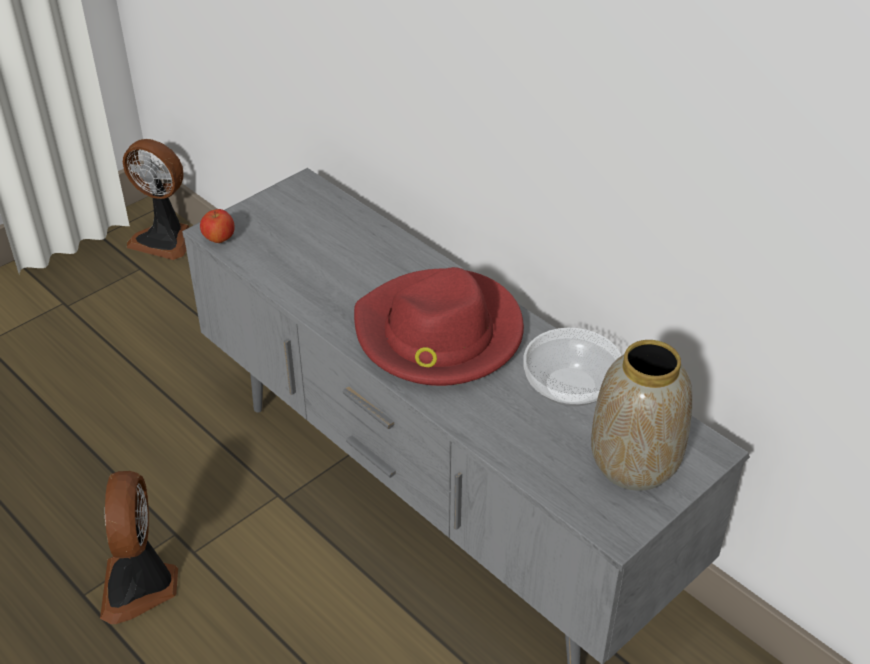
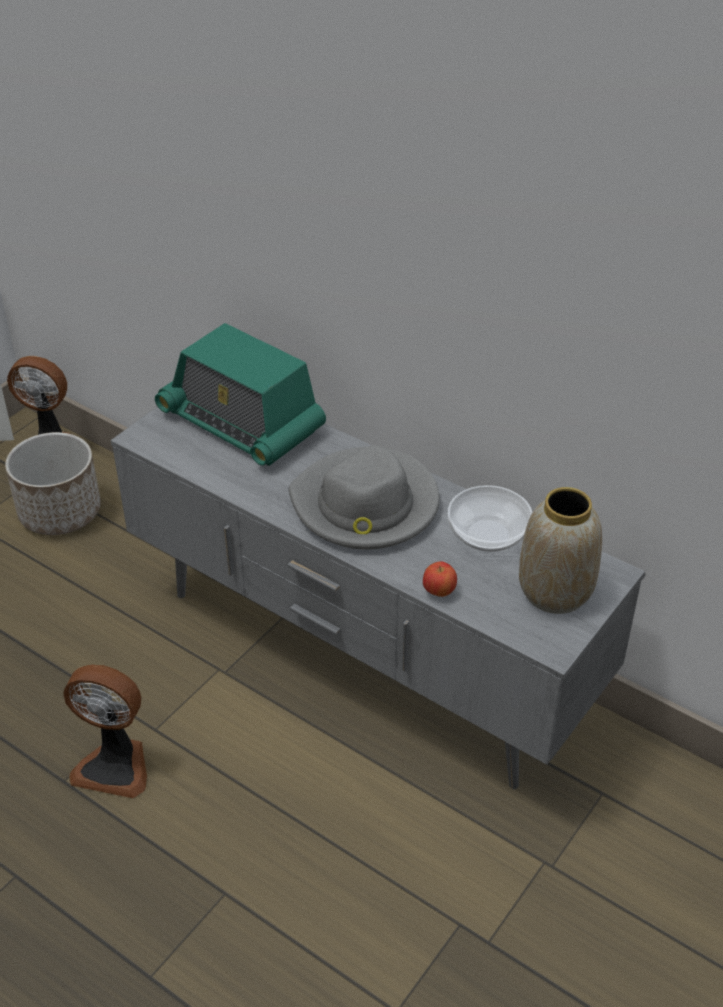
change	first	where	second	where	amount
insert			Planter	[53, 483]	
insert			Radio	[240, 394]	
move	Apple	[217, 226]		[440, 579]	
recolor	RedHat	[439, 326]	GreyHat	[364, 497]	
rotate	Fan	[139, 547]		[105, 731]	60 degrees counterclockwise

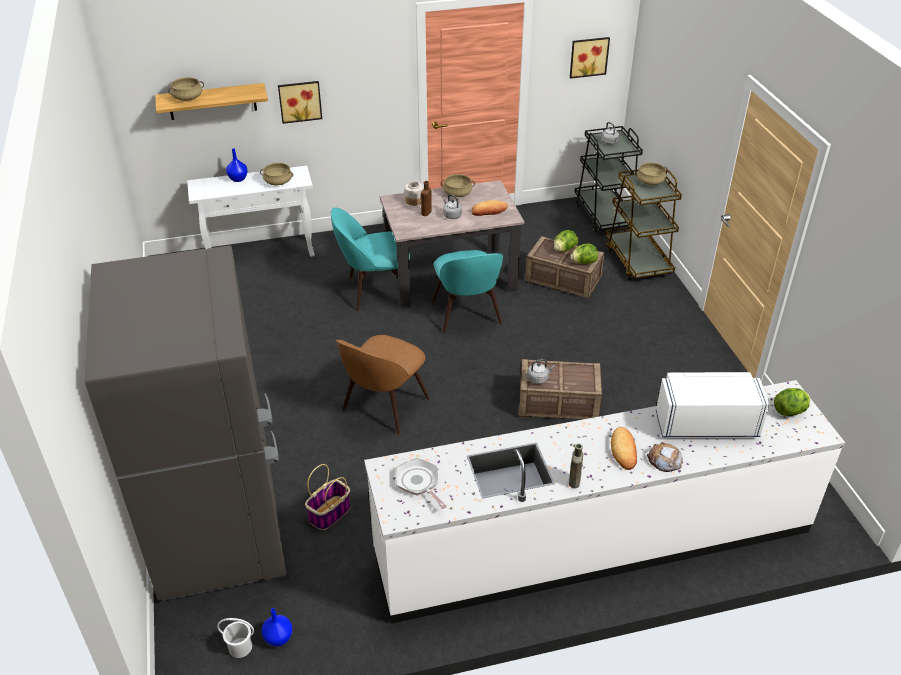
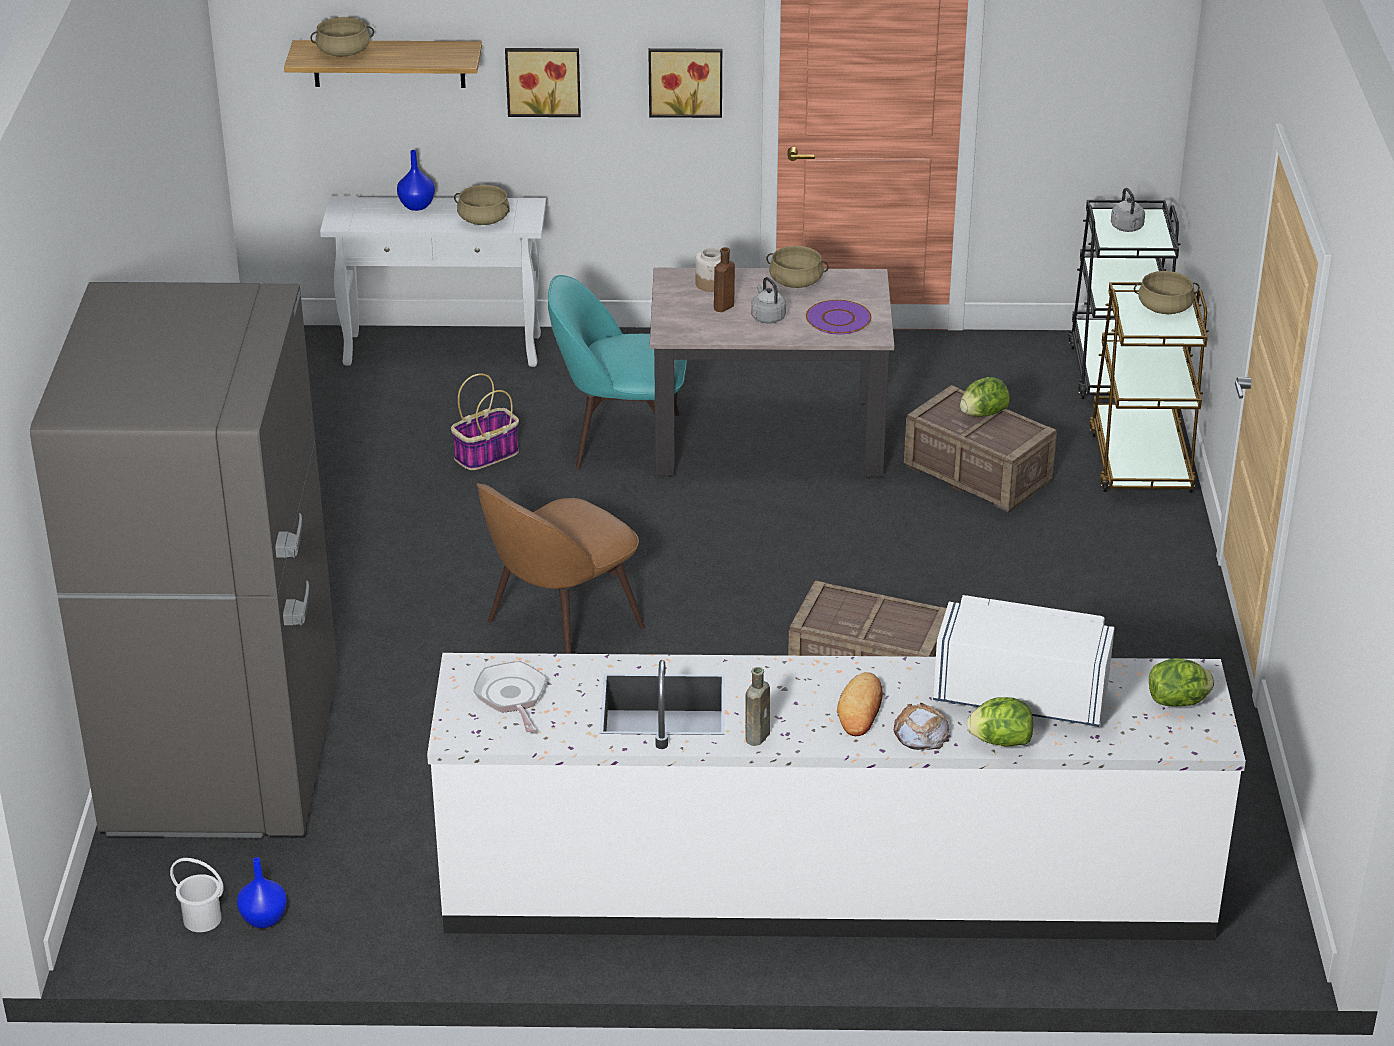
change	first	where	second	where	amount
delete	TurquoiseChair	[467, 291]			
delete	GreyKettle	[541, 371]			
move	Basket	[328, 497]		[485, 422]	
move	Picture	[590, 58]		[685, 83]	
move	Lettuce	[584, 253]		[1000, 721]	
replace	Bread	[490, 208]	PurplePlate	[839, 317]	

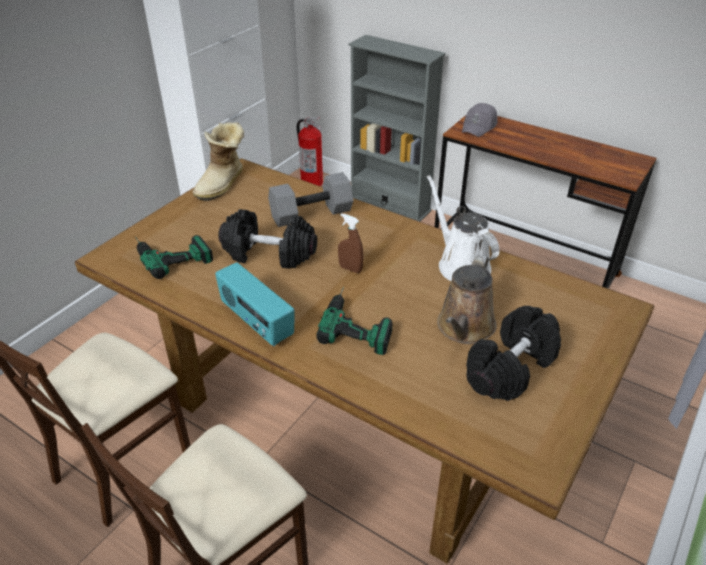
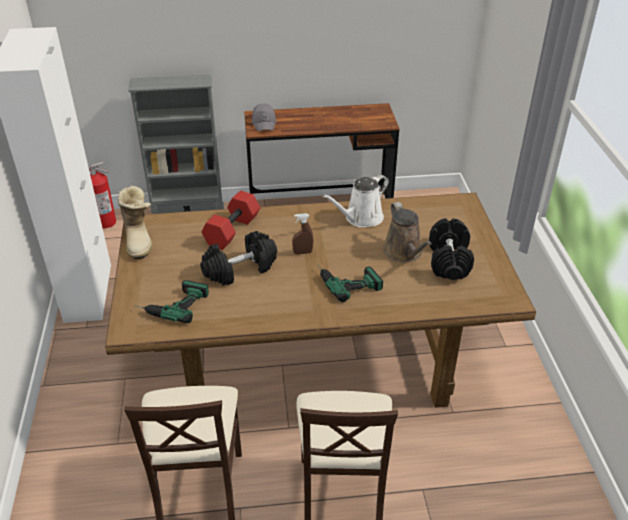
change	first	where	second	where	amount
delete	Radio	[255, 304]			
recolor	GreyDumbbell	[311, 199]	RedDumbbell	[230, 220]	
rotate	WhiteWateringCan	[463, 228]		[355, 201]	60 degrees counterclockwise

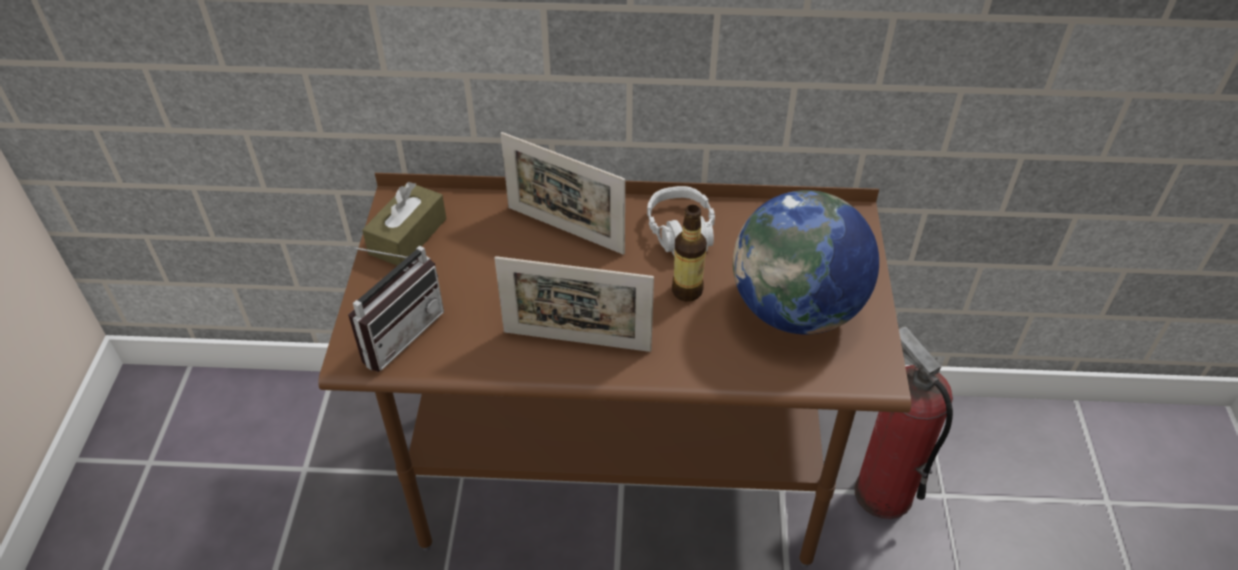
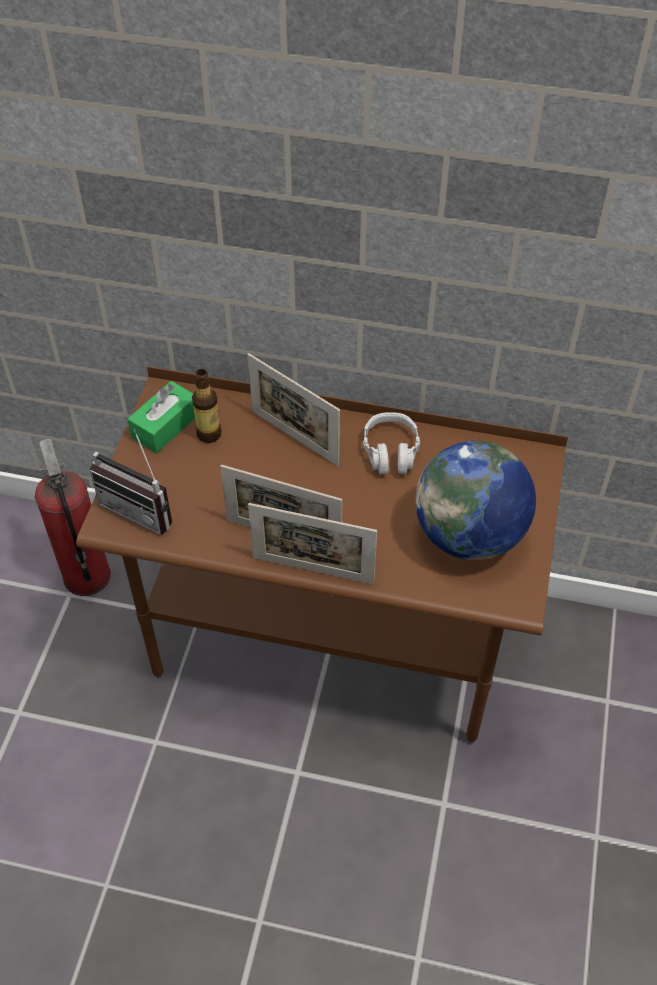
change	first	where	second	where	amount
insert			PictureFrame	[312, 543]	
move	Bottle	[689, 253]		[206, 406]	
move	FireExtinguisher	[903, 422]		[73, 517]	
recolor	BrownTissueBox	[404, 224]	GreenTissueBox	[161, 417]	
rotate	Radio	[395, 308]		[131, 481]	75 degrees clockwise

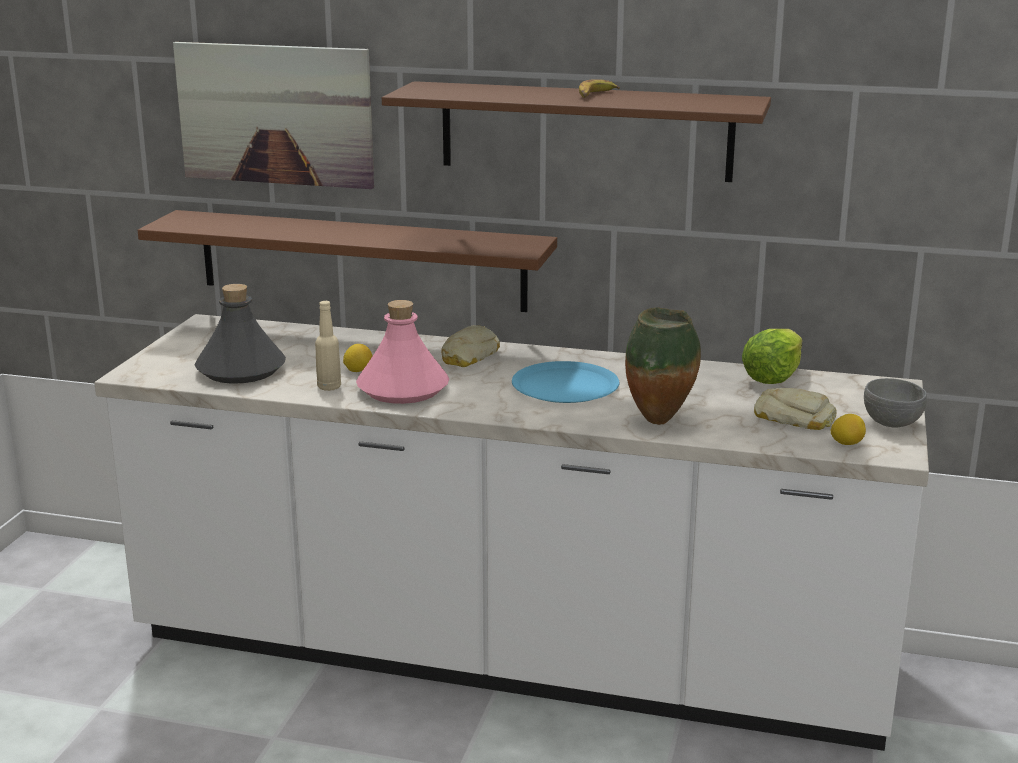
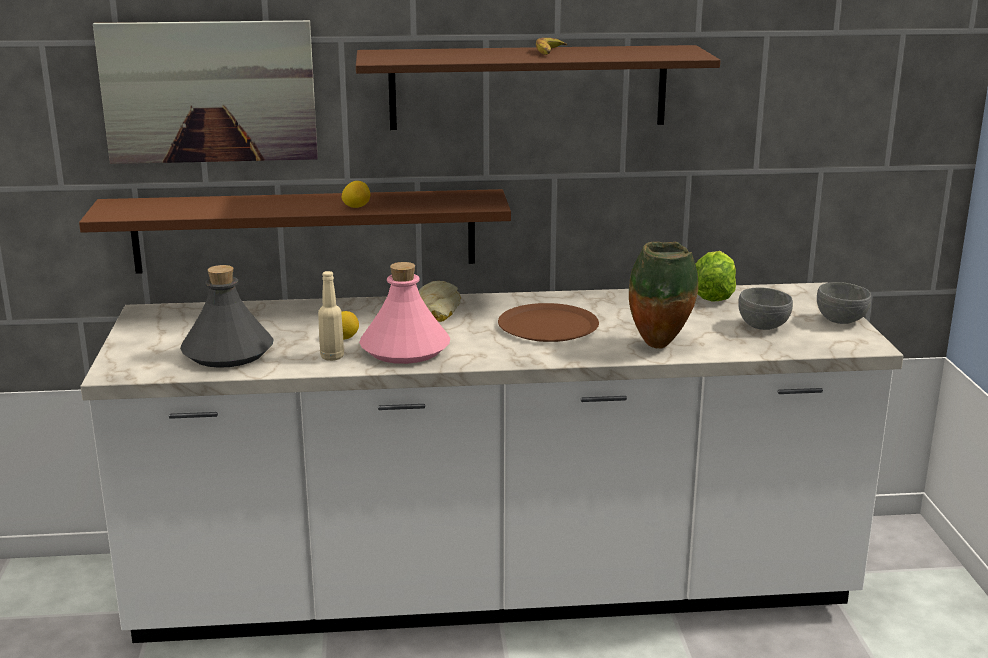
change	first	where	second	where	amount
move	Lemon	[848, 429]		[356, 194]	
replace	Bread	[795, 409]	GreyBowl	[765, 308]	
recolor	BluePlate	[566, 382]	BrownPlate	[548, 322]	

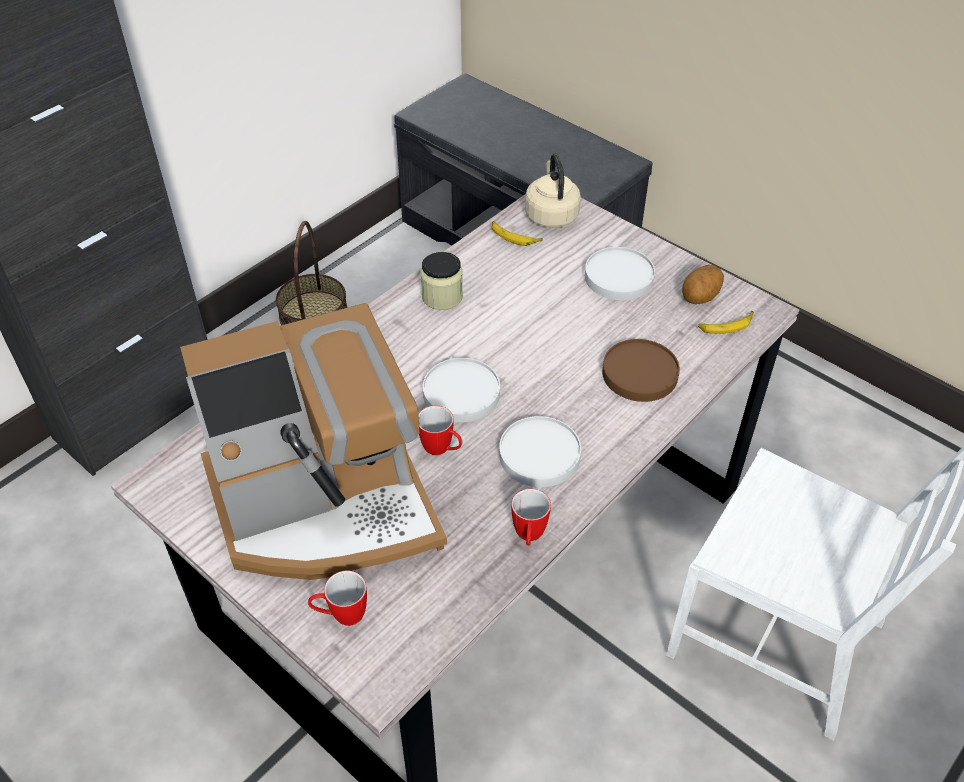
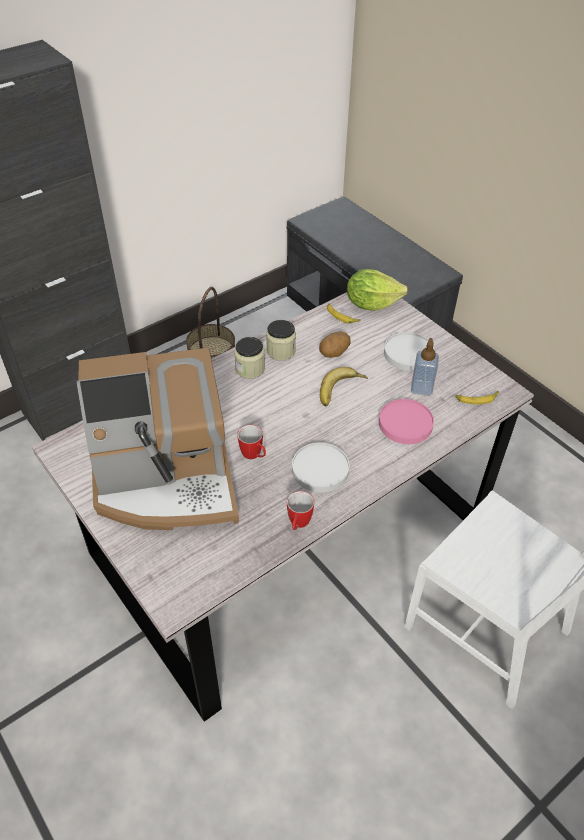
change	first	where	second	where	amount
delete	Mug	[337, 598]			
delete	WhitePlate	[461, 390]			
insert			Jar	[249, 358]	
insert			Banana	[344, 386]	
insert			SoapDispenser	[425, 367]	
move	Potato	[703, 284]		[335, 344]	
replace	BeigeKettle	[553, 191]	Lettuce	[377, 290]	
recolor	BrownPlate	[641, 370]	PinkPlate	[406, 421]	

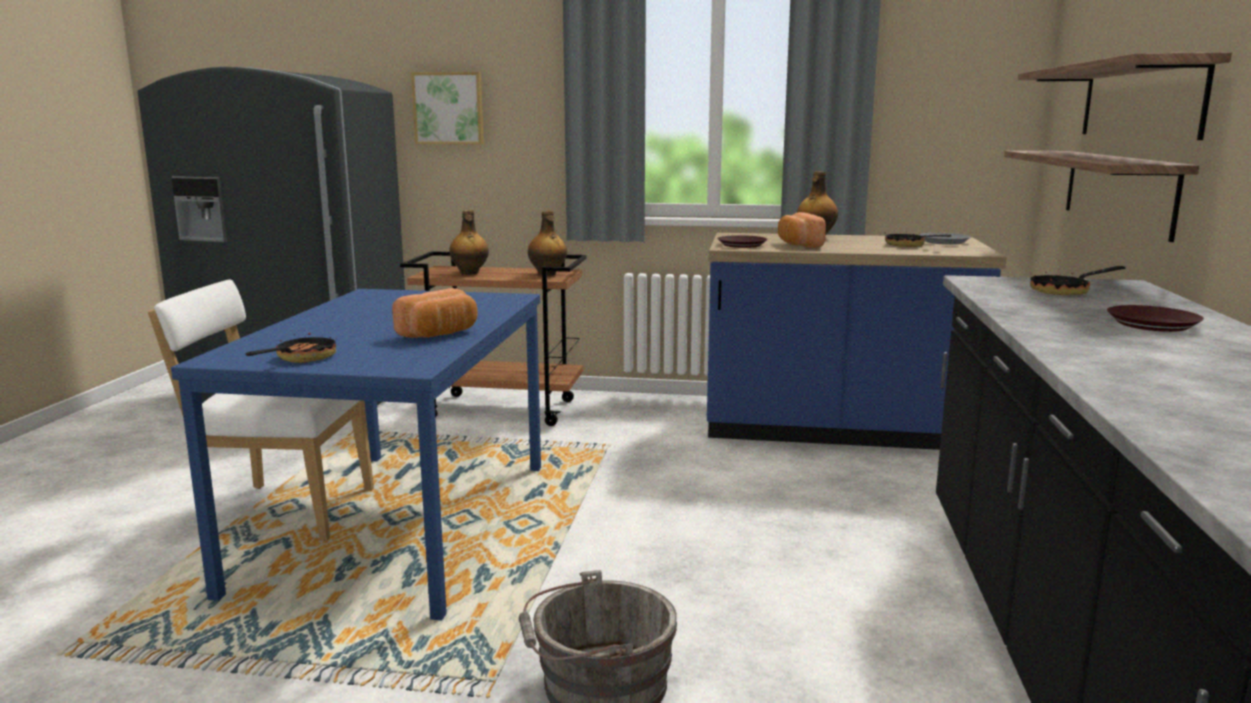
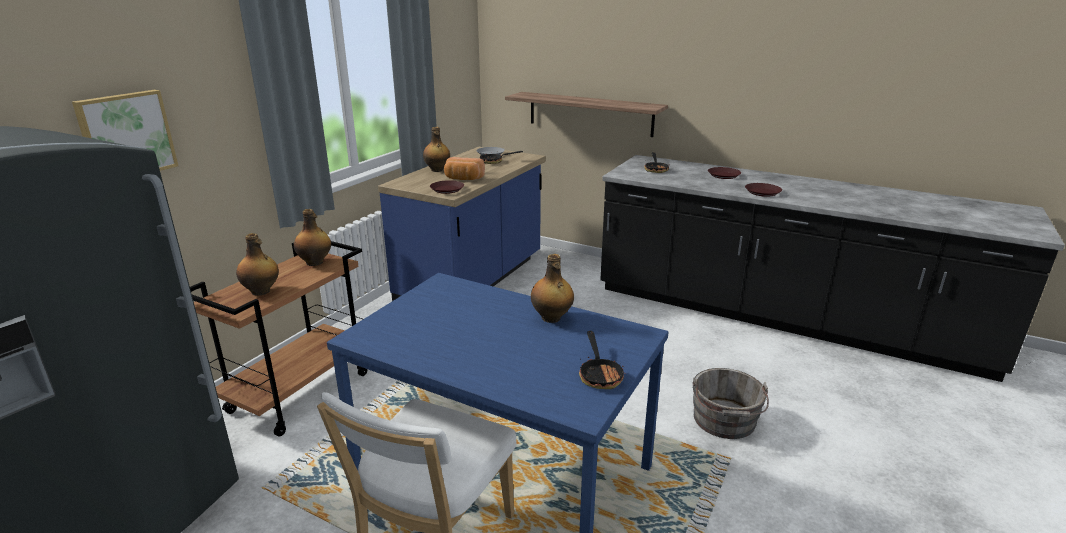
change	first	where	second	where	amount
delete	Shelf	[1125, 96]			
insert			BrownPlate	[763, 190]	
replace	Bread	[435, 313]	Bottle	[552, 288]	
rotate	FryingPan	[291, 347]		[602, 360]	135 degrees counterclockwise

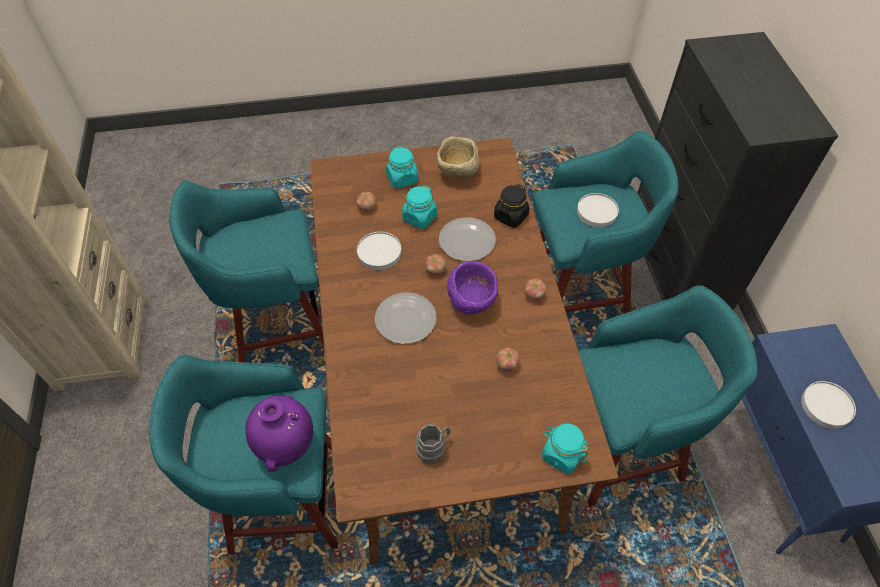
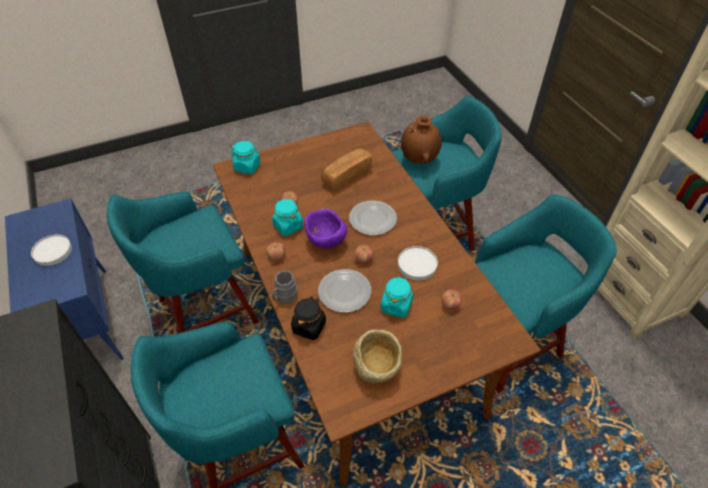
change	first	where	second	where	amount
delete	WhitePlate	[598, 210]			
insert			Bread	[346, 169]	
move	TurquoiseJar	[402, 167]		[287, 217]	
move	GreyMug	[433, 444]		[284, 287]	
recolor	PurpleVase	[279, 433]	BrownVase	[421, 139]	

